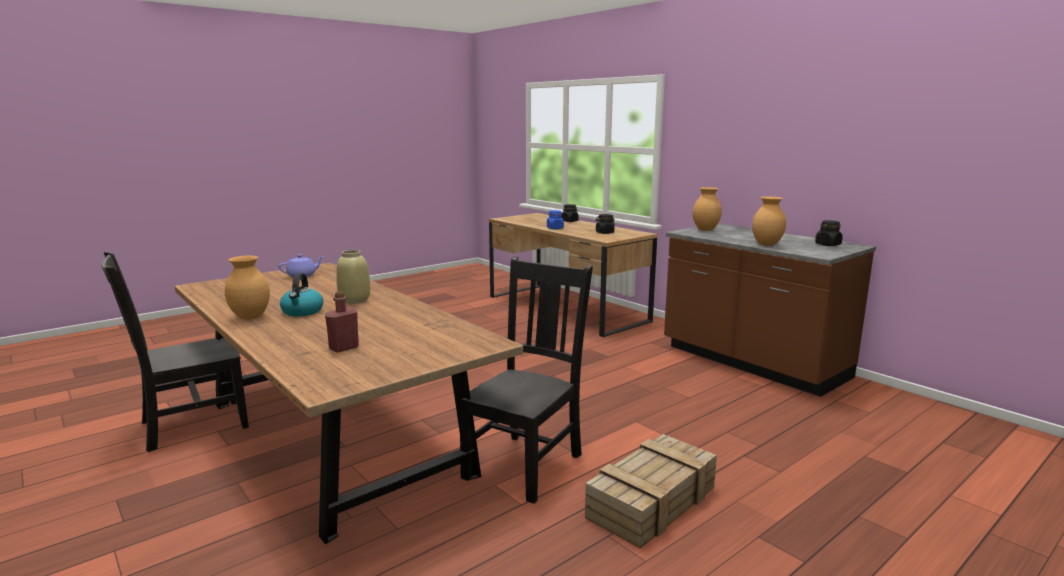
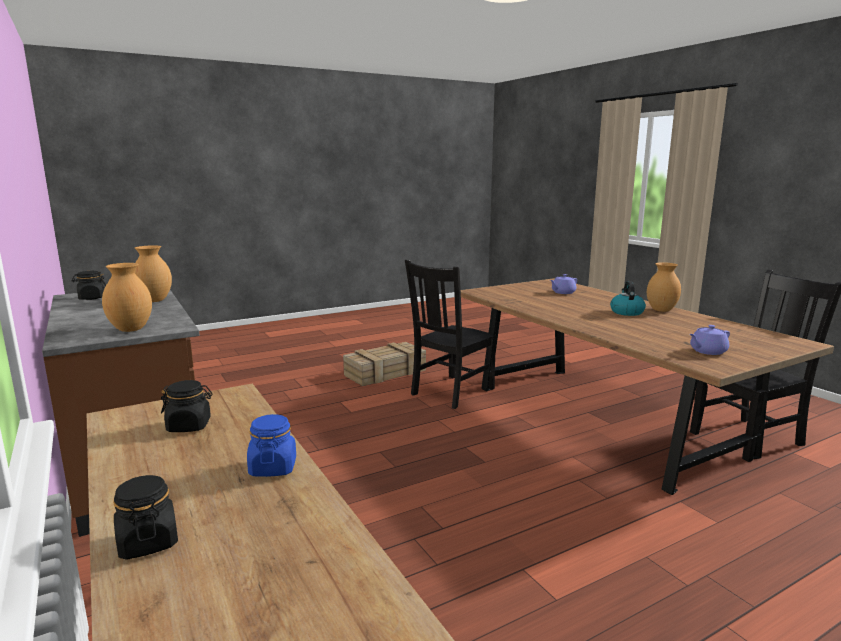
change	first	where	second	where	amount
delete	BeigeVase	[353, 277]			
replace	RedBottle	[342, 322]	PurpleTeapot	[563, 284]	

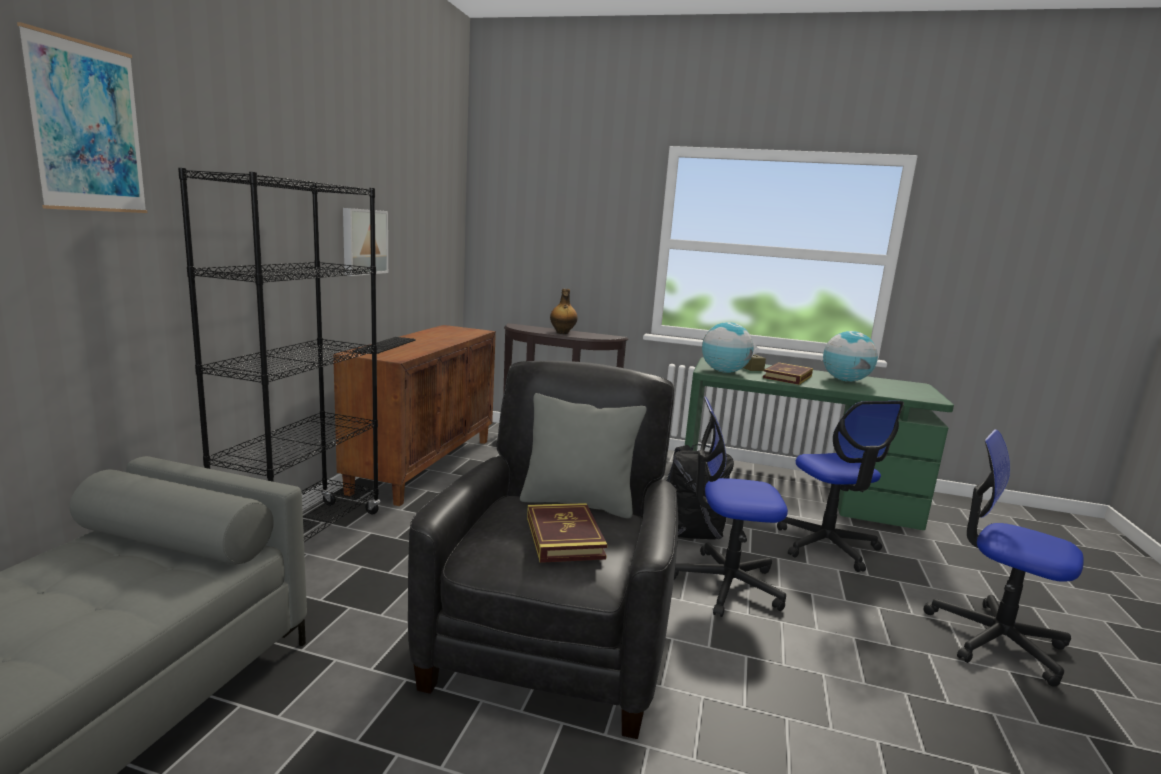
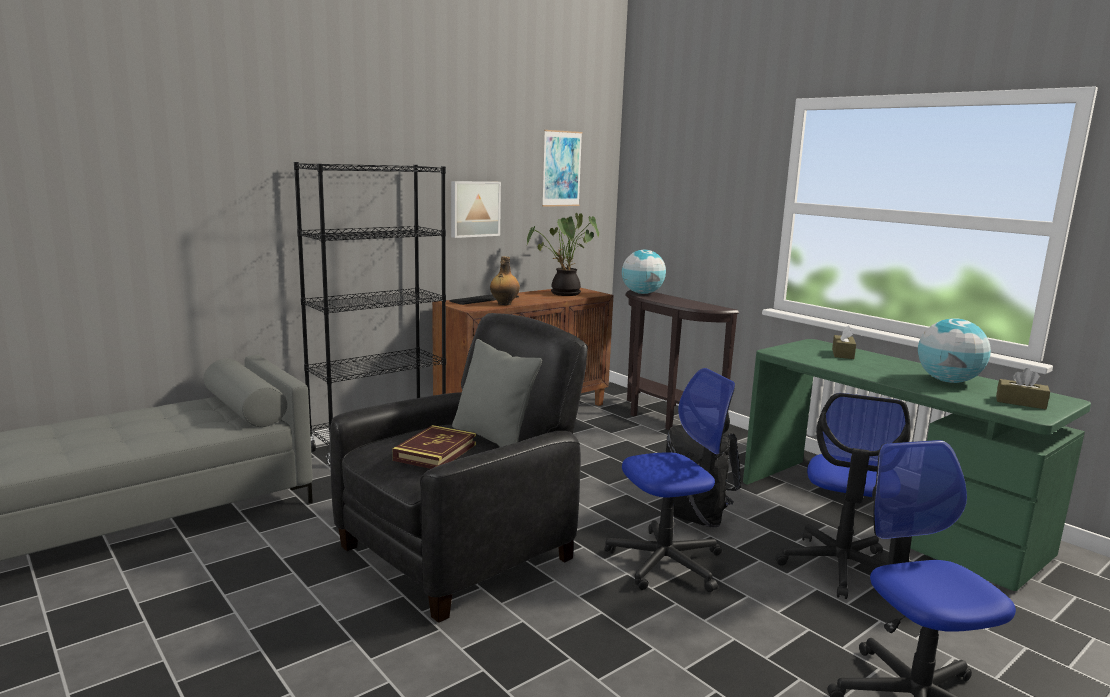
change	first	where	second	where	amount
delete	Book	[788, 373]			
insert			PottedPlant	[563, 254]	
insert			BrownTissueBox	[1023, 388]	
move	Picture	[82, 117]		[562, 168]	
move	Bottle	[564, 311]		[505, 280]	
move	Globe	[728, 347]		[644, 272]	
rotate	OfficeChair	[731, 506]		[670, 480]	120 degrees clockwise

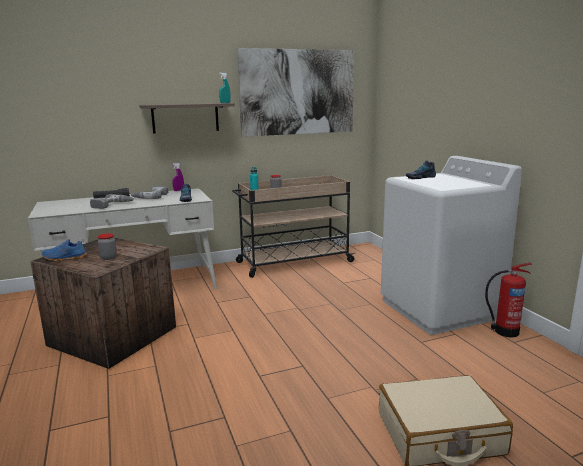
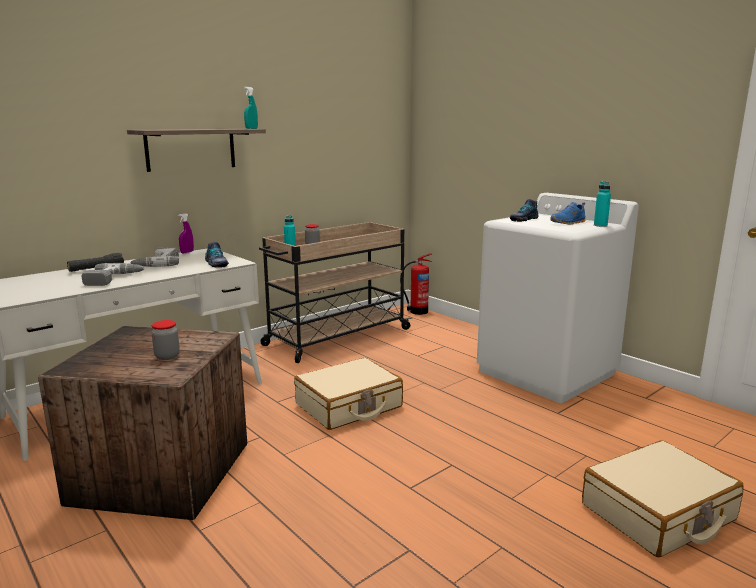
change	first	where	second	where	amount
delete	Picture	[295, 92]			
insert			BeigeSuitcase	[348, 394]	
insert			TurquoiseBottle	[602, 204]	
move	BlueShoe	[64, 250]		[568, 213]	
move	FireExtinguisher	[508, 300]		[416, 284]	

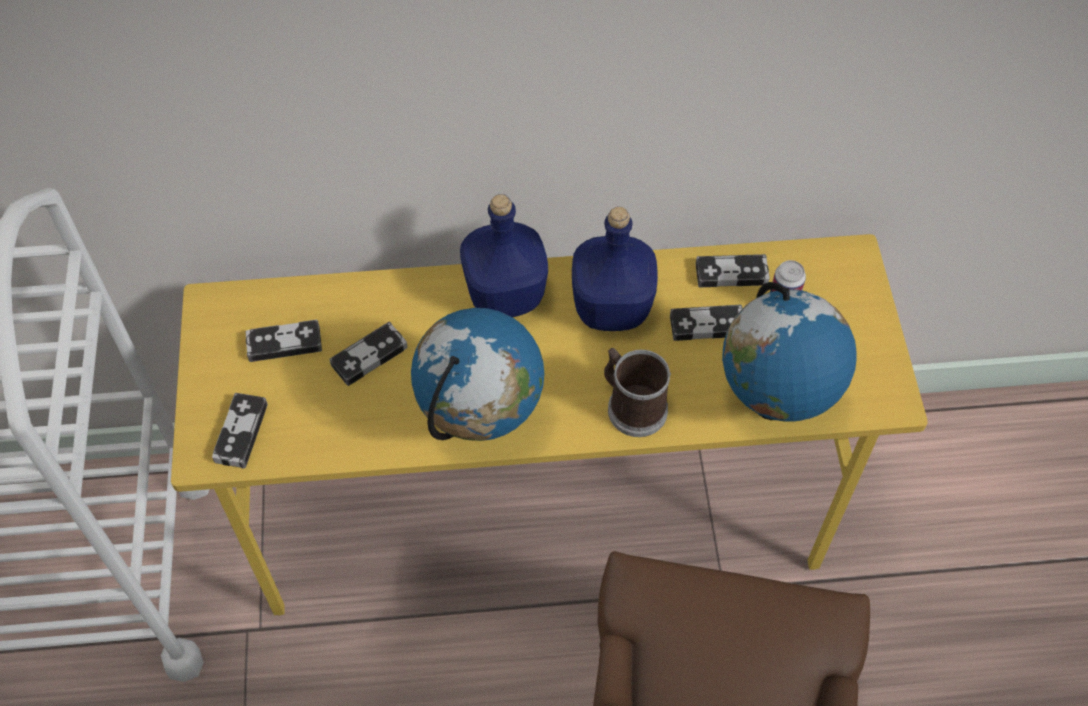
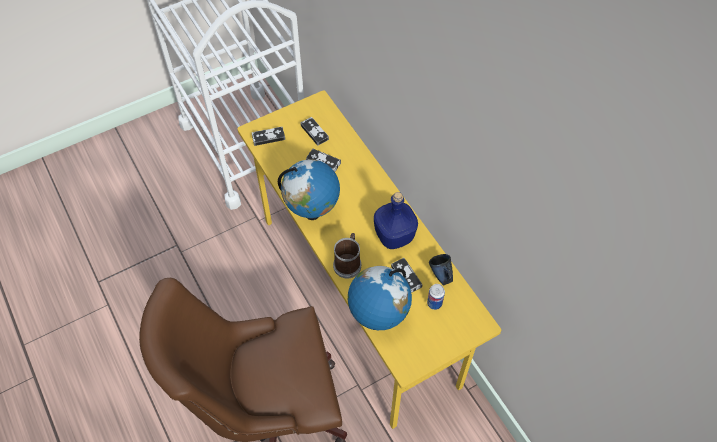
change	first	where	second	where	amount
delete	BlueBottle	[504, 256]			
replace	GameController	[733, 270]	BlueMug	[441, 269]	

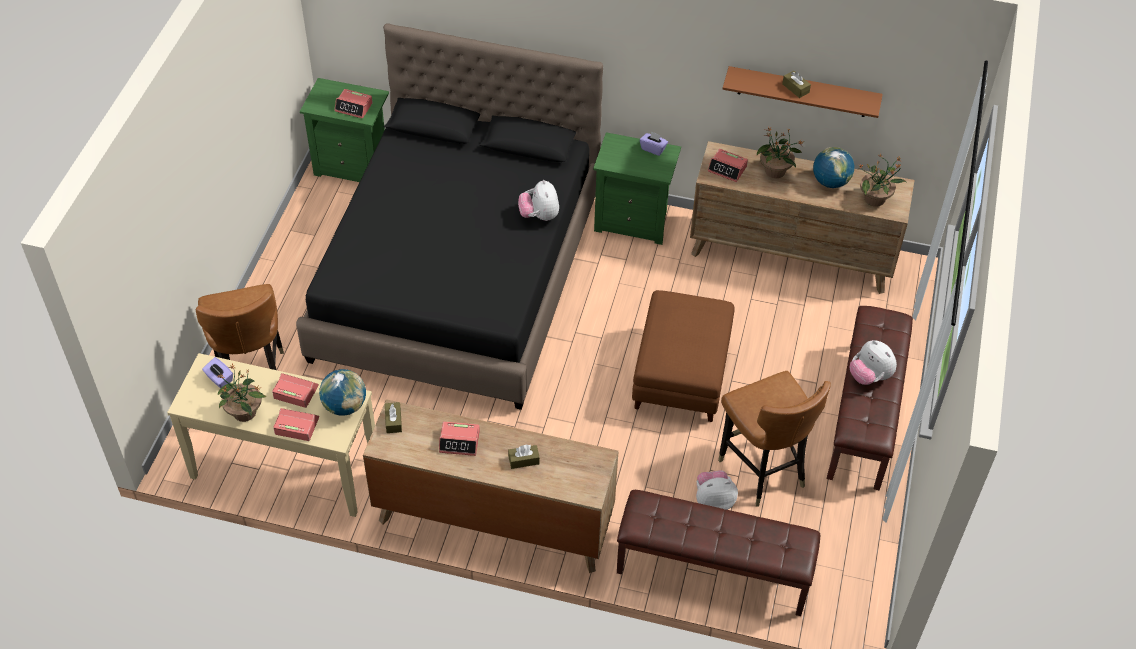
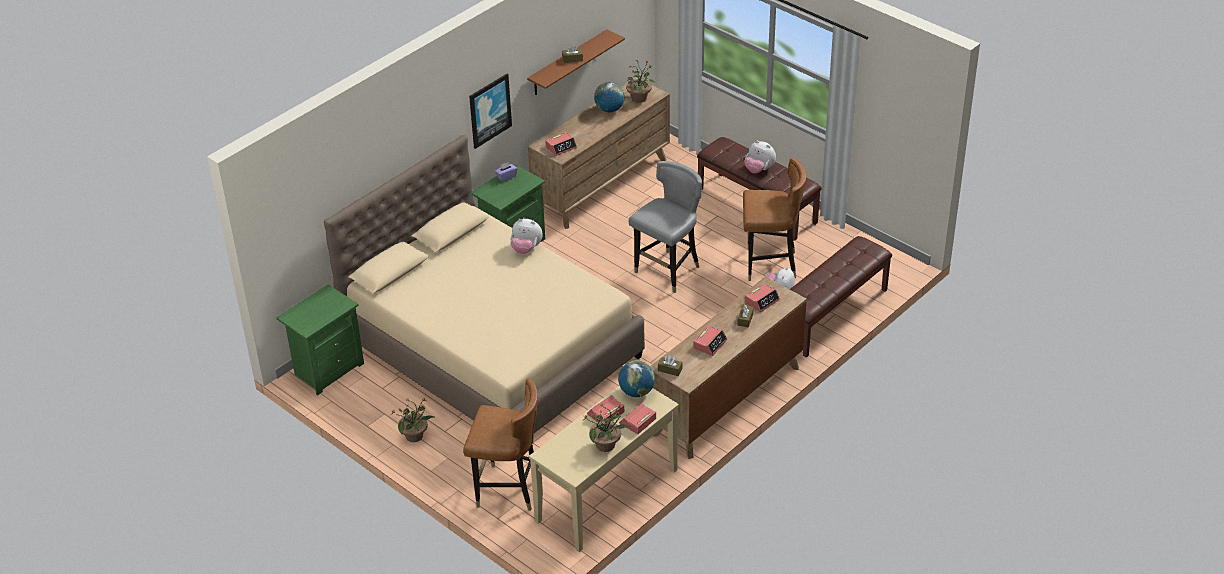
change	first	where	second	where	amount
delete	PurpleTissueBox	[217, 372]			
insert			Picture	[490, 111]	
move	AlarmClock	[353, 104]		[762, 297]	
move	PottedPlant	[780, 152]		[412, 419]	
replace	BrownOttoman	[683, 356]	GreyChair	[665, 227]	
recolor	BlackBed	[449, 216]	BeigeBed	[484, 284]	
rotate	PlushToy	[873, 362]		[760, 156]	45 degrees clockwise

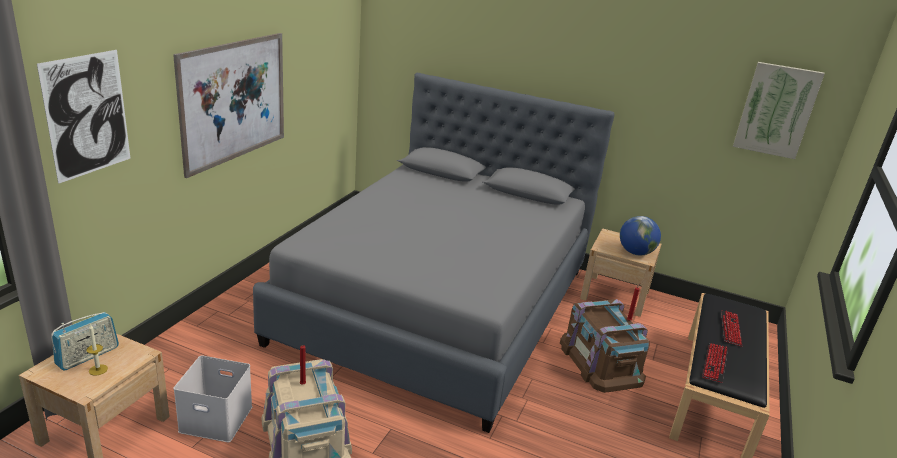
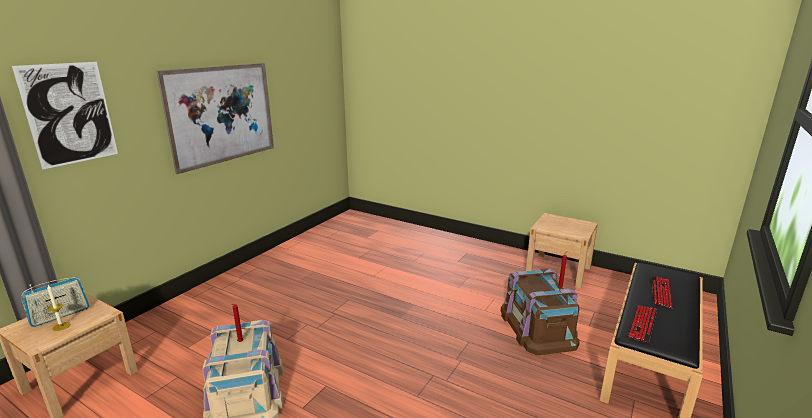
change	first	where	second	where	amount
delete	WhiteStorageBox	[212, 398]			
delete	GreyBed	[433, 253]			
delete	Globe	[640, 236]			
delete	Picture	[779, 110]			

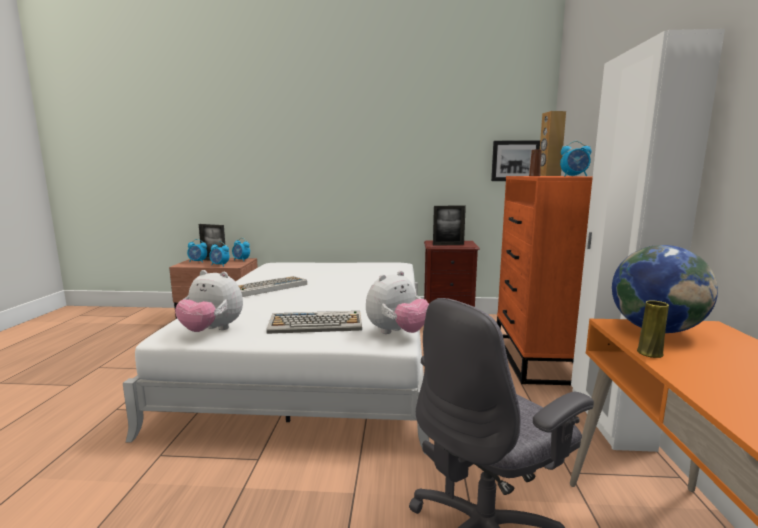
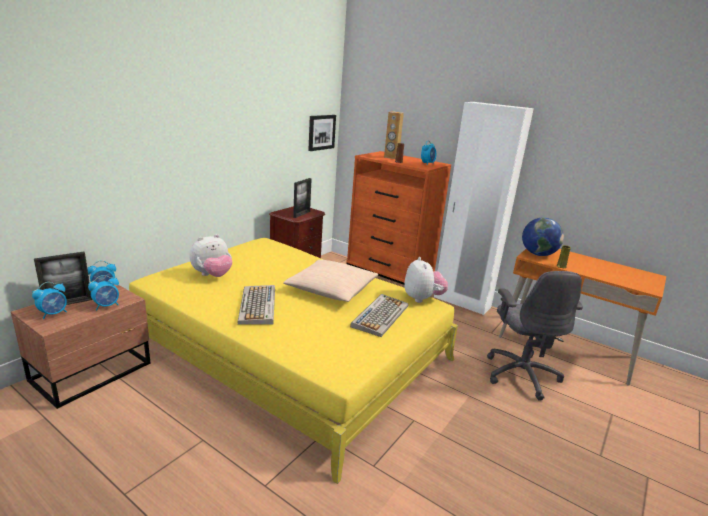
change	first	where	second	where	amount
insert			BeigePillow	[330, 280]	
move	PlushToy	[209, 301]		[210, 255]	
recolor	WhiteBed	[276, 358]	YellowBed	[293, 361]	

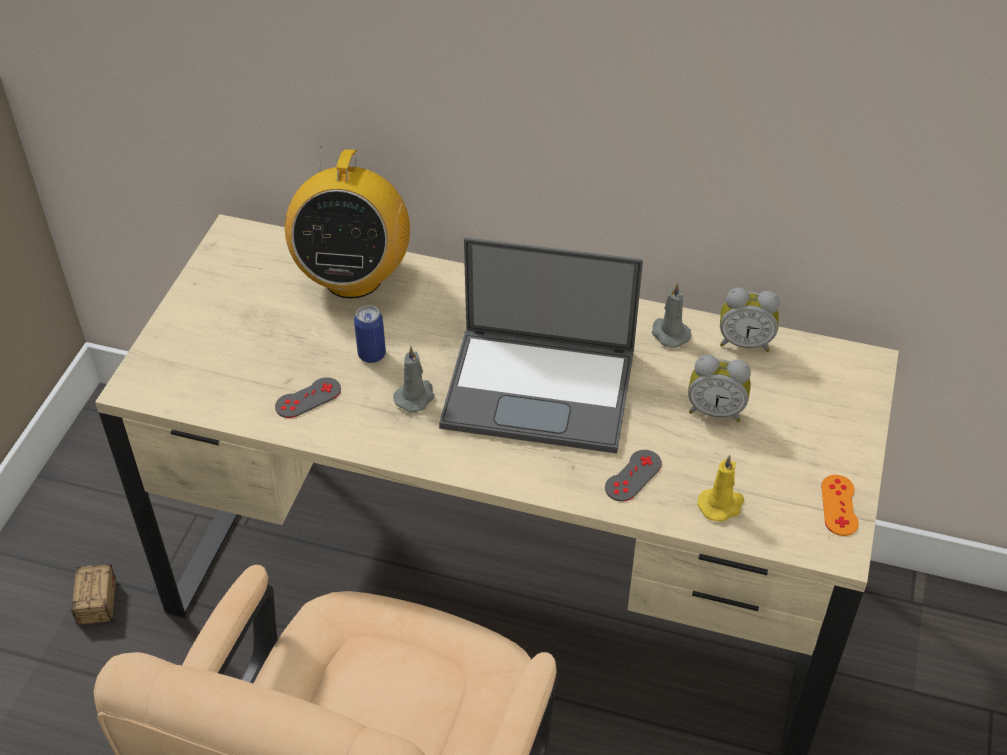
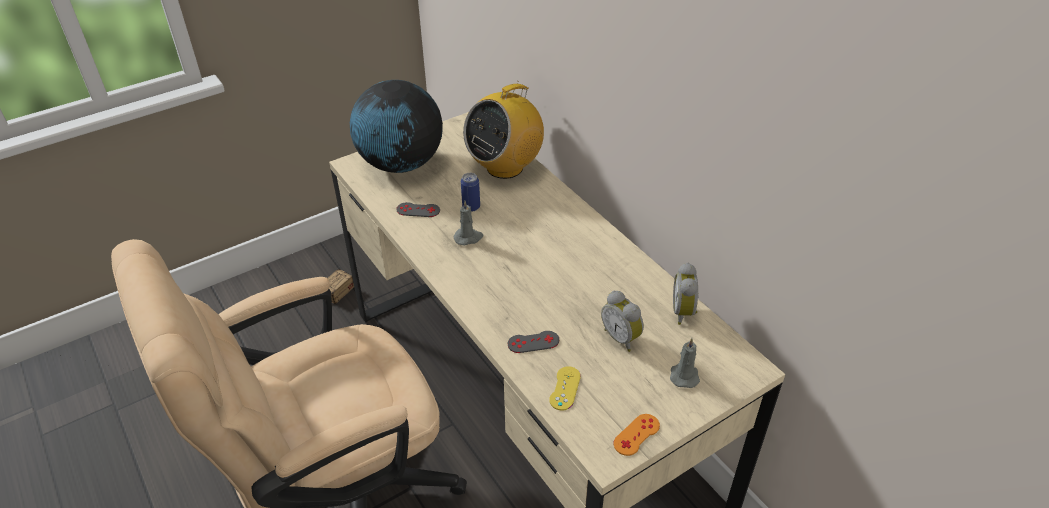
change	first	where	second	where	amount
delete	Laptop	[541, 345]			
insert			Globe	[396, 126]	
move	GreyCandle	[671, 315]		[685, 363]	
replace	YellowCandle	[721, 488]	YellowGameController	[565, 388]	
rotate	AlarmClock	[750, 319]		[686, 294]	45 degrees clockwise

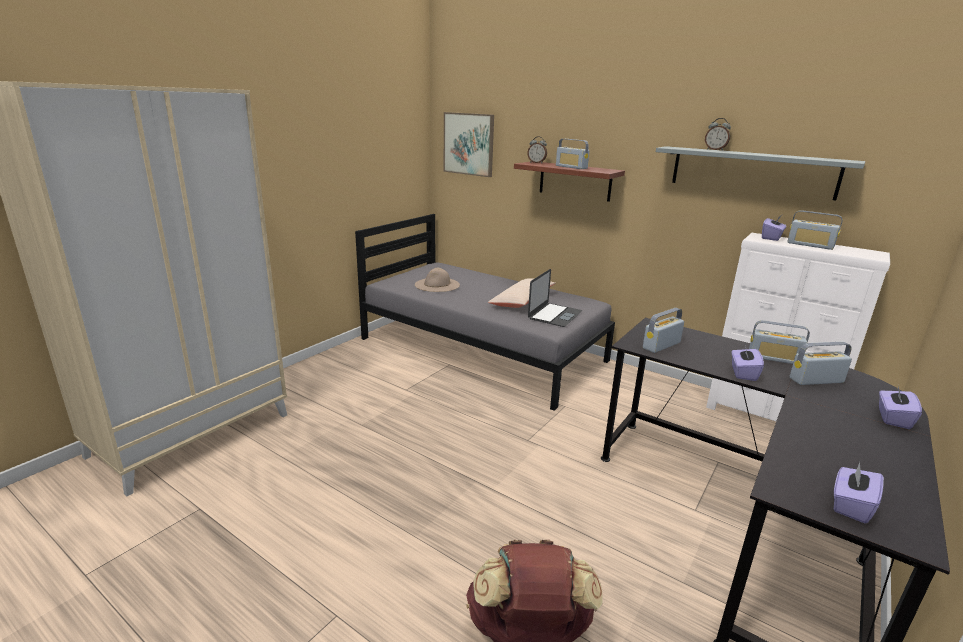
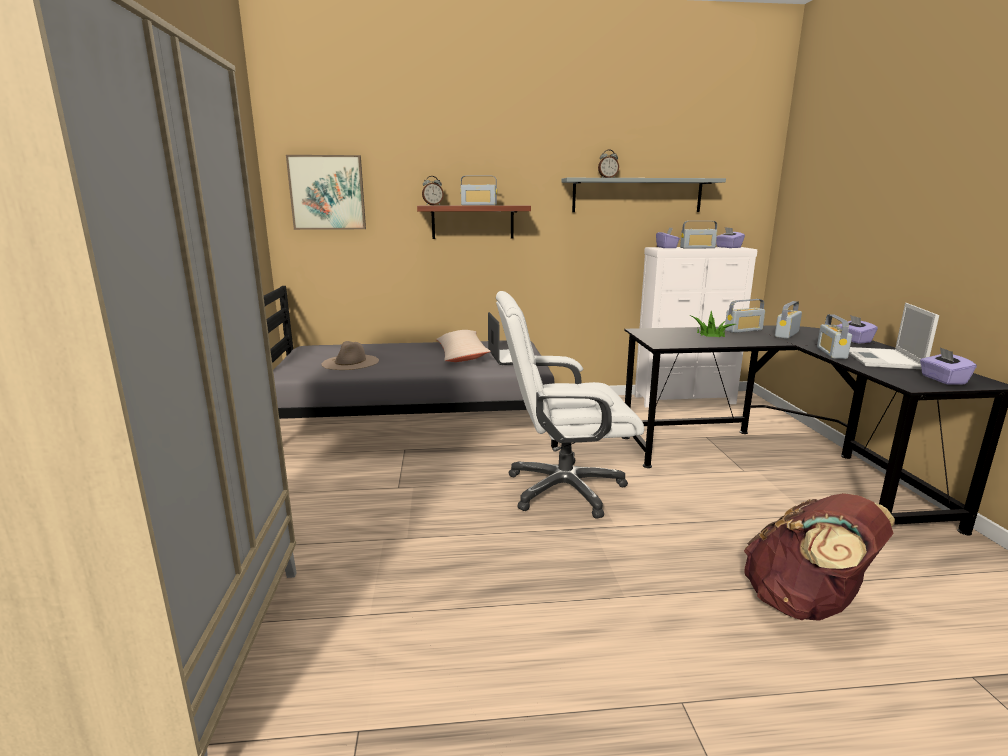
change	first	where	second	where	amount
insert			WhiteOfficeChair	[570, 405]	
insert			PottedPlant	[712, 324]	
insert			Laptop	[894, 336]	
move	Radio	[663, 330]		[834, 336]	
move	PurpleTissueBox	[747, 363]		[730, 237]	

